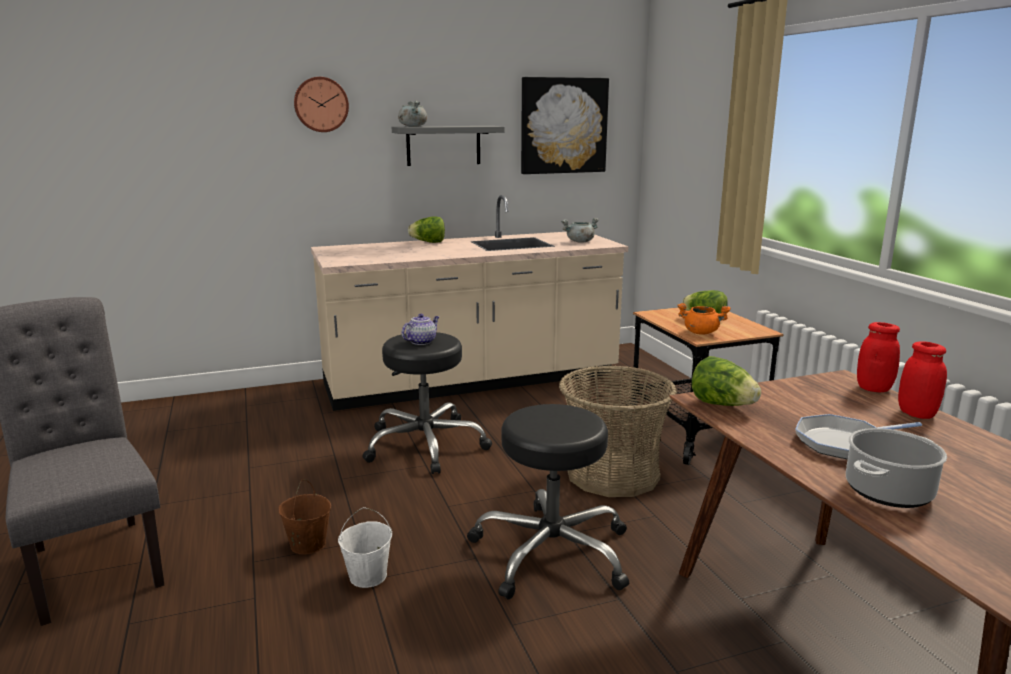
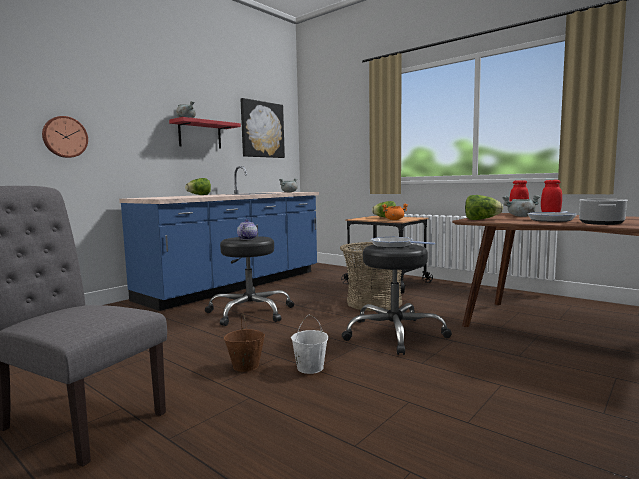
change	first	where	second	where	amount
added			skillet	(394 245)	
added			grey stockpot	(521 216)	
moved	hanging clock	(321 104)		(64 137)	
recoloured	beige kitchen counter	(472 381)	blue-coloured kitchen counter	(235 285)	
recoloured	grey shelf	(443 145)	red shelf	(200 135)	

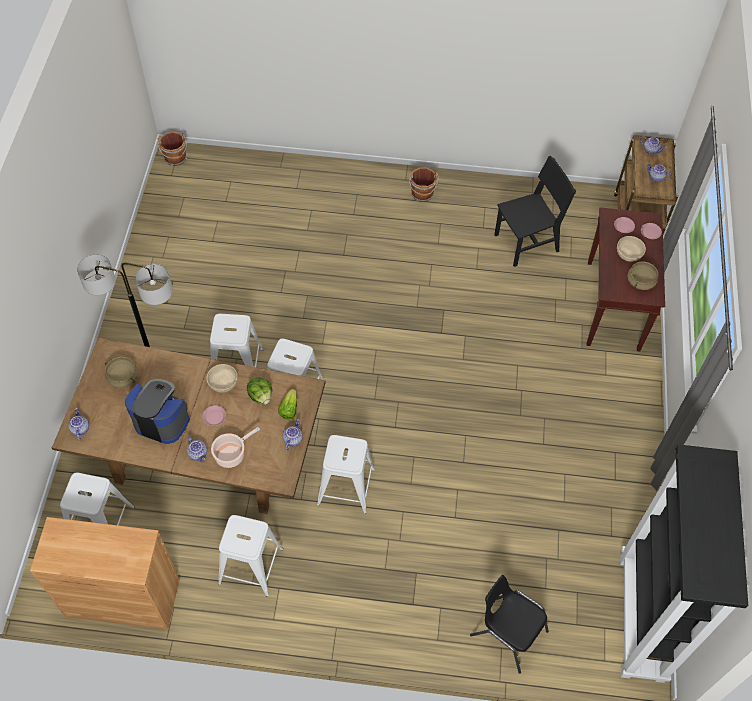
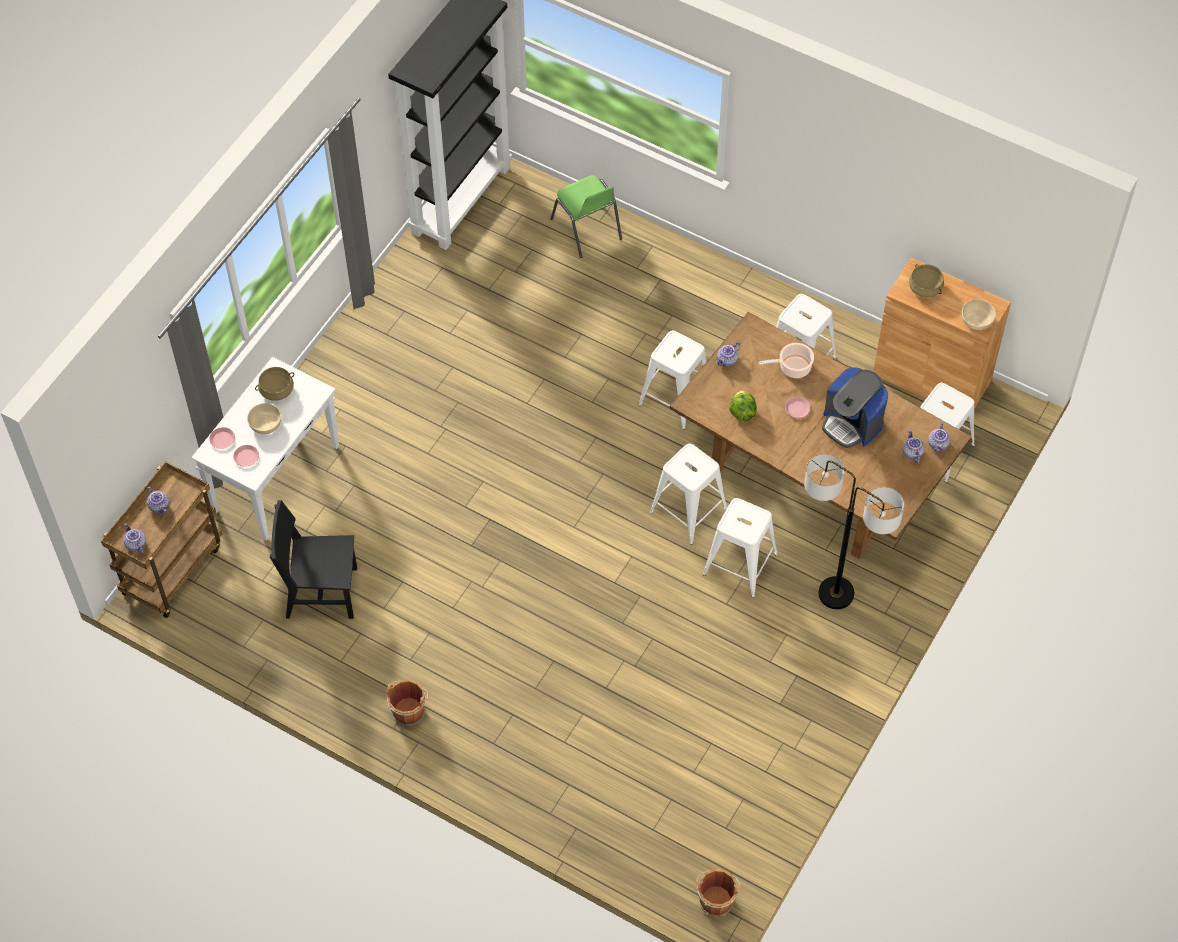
change	first	where	second	where	amount
removed	lettuce head	(289 409)			
moved	beige stockpot	(123 377)		(925 287)	
moved	teapot	(198 453)		(912 452)	
moved	beige bowl	(223 383)		(977 320)	
recoloured	blackish plain chair	(507 632)	green plain chair	(587 229)	
recoloured	brownish narrow table	(613 306)	whitish narrow table	(276 478)	

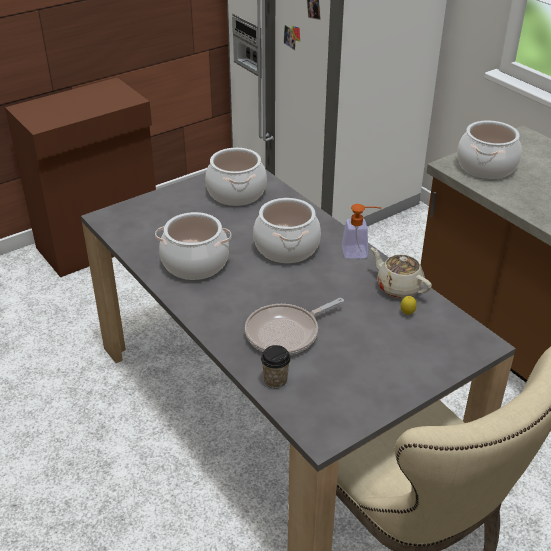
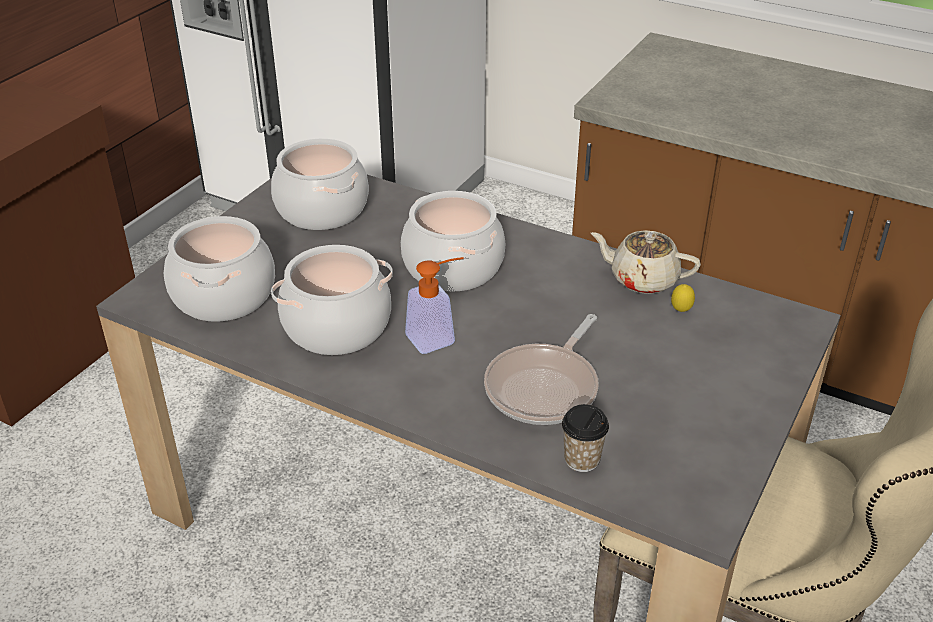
change	first	where	second	where	amount
moved	soap bottle	(359 252)		(438 337)	
moved	stockpot	(486 166)		(223 295)	

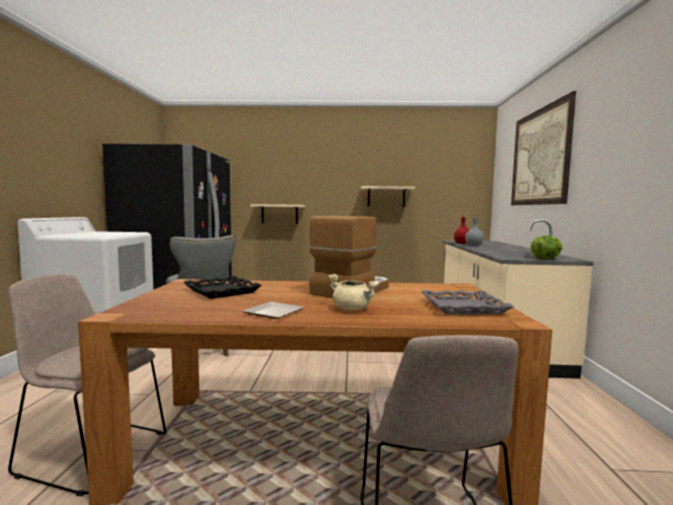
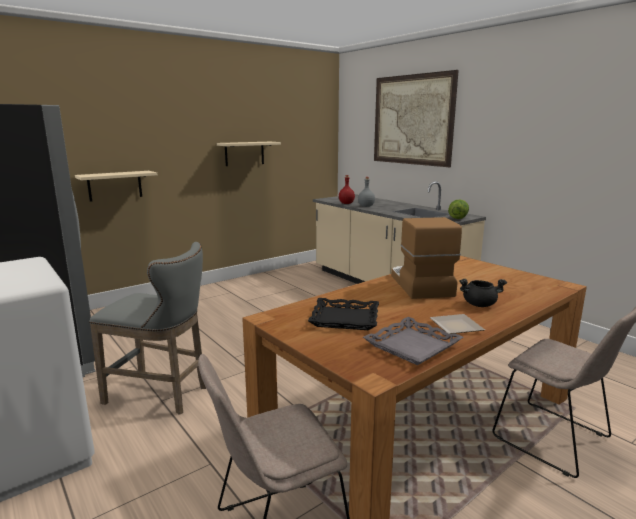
change	first	where	second	where	amount
moved	grey tray	(463 307)		(413 346)	
recoloured	beige stockpot	(352 309)	blackish stockpot	(479 304)	

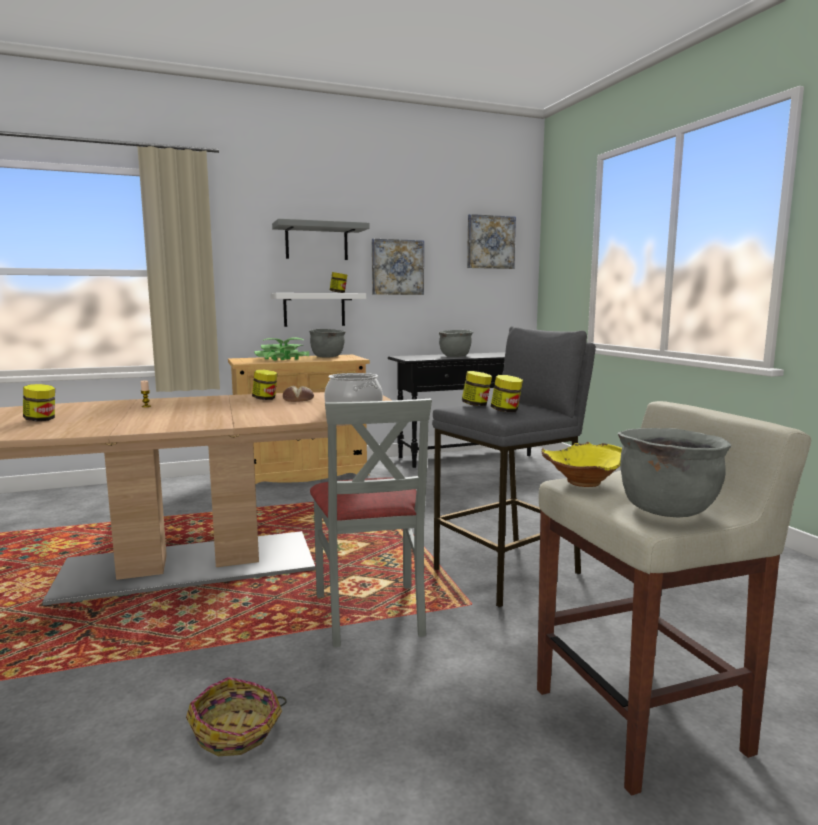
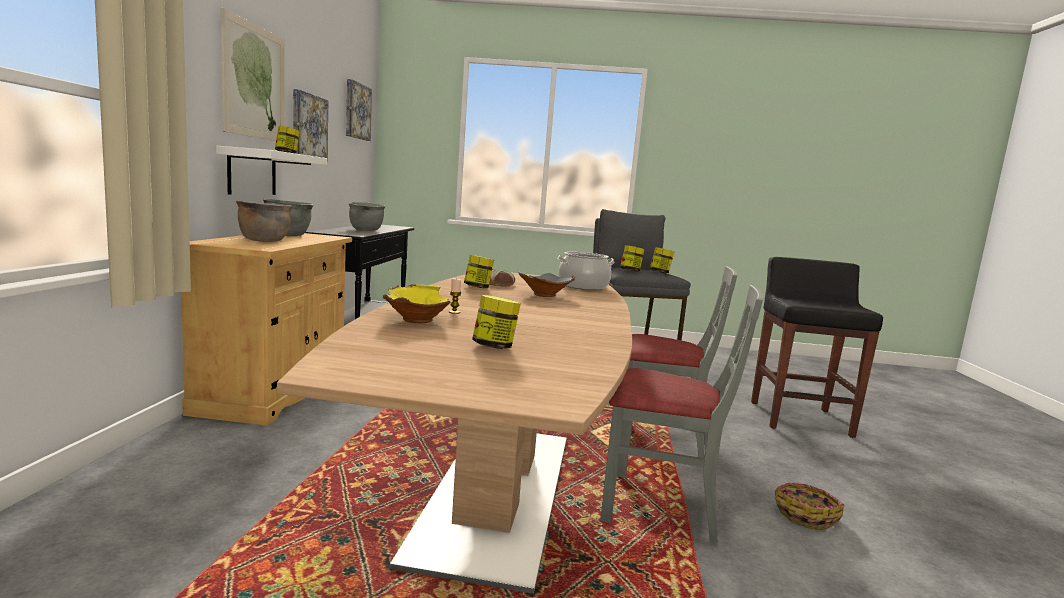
change	first	where	second	where	amount
removed	grey stockpot	(666 509)			
added			grey bowl	(545 295)	
added			grey plain chair	(661 507)	
moved	yellow-coloured bowl	(581 482)		(414 320)	
replaced	potted plant	(282 359)	brownish stockpot	(264 240)	
replaced	grey shelf	(316 242)	wall art	(254 82)	
recoloured	beige sitting stool	(642 720)	blackish sitting stool	(799 418)	

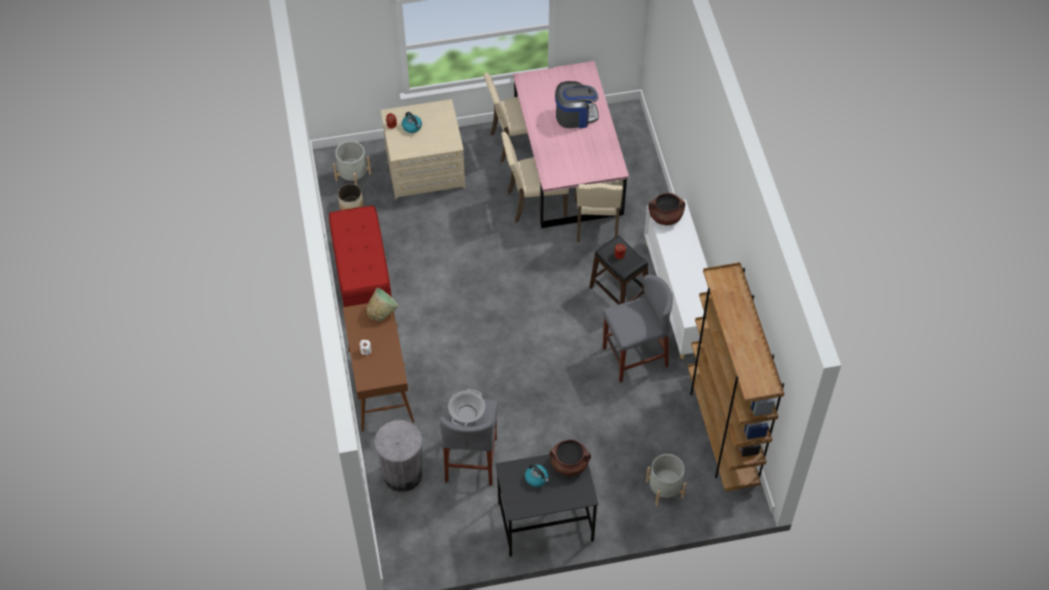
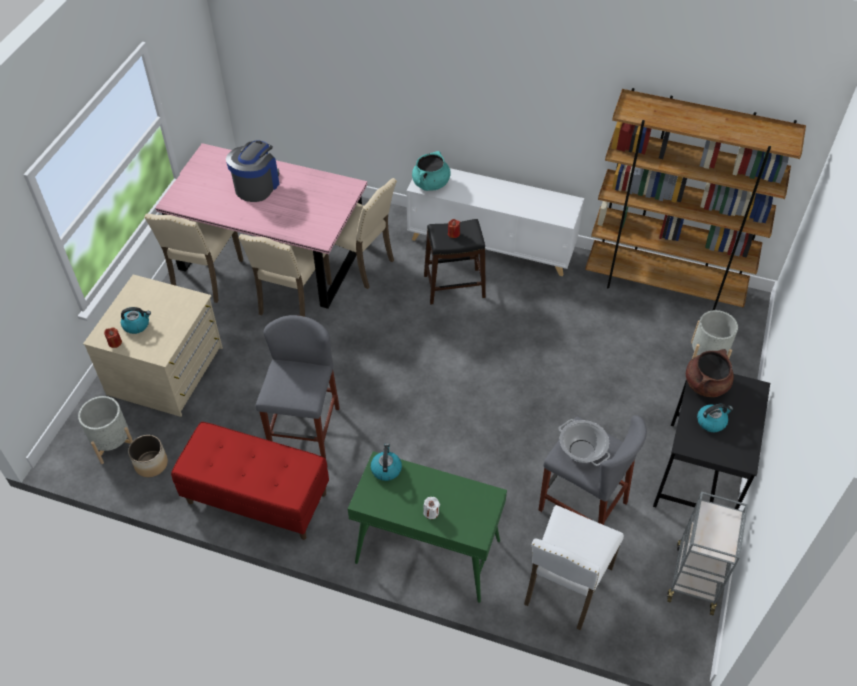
change	first	where	second	where	amount
added			grey trolley	(694 577)	
moved	grey sitting stool	(635 357)		(305 430)	
replaced	green bowl	(382 312)	tea kettle	(386 469)	
replaced	grey waste bin	(402 474)	whitish plain chair	(565 586)	
recoloured	brownish narrow table	(380 385)	green narrow table	(427 552)	
recoloured	brownish stockpot	(665 217)	turquoise stockpot	(431 184)	

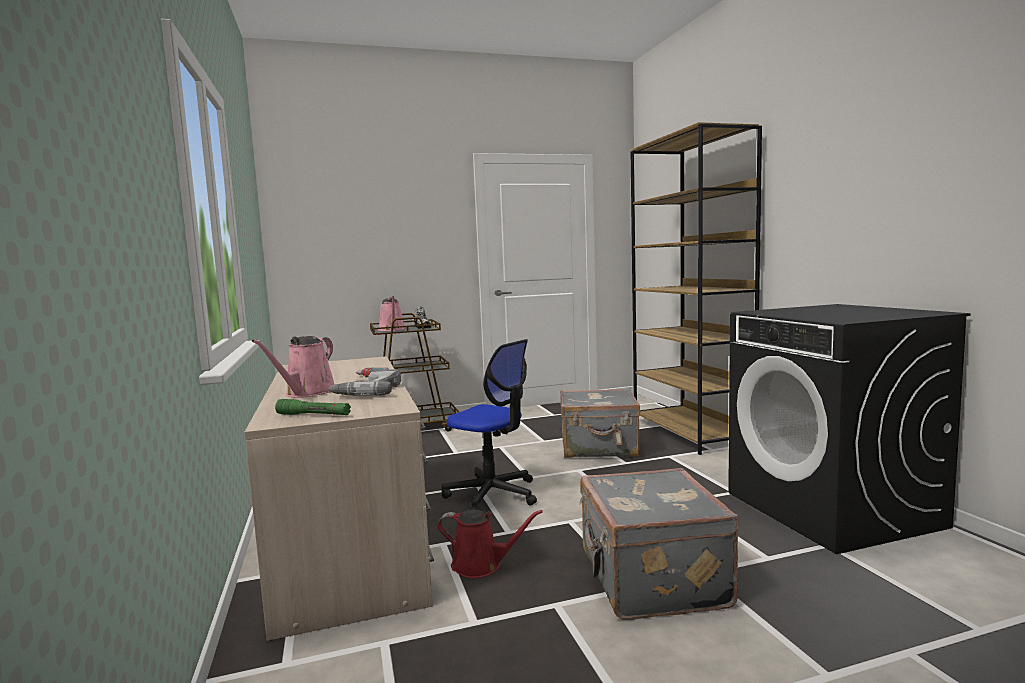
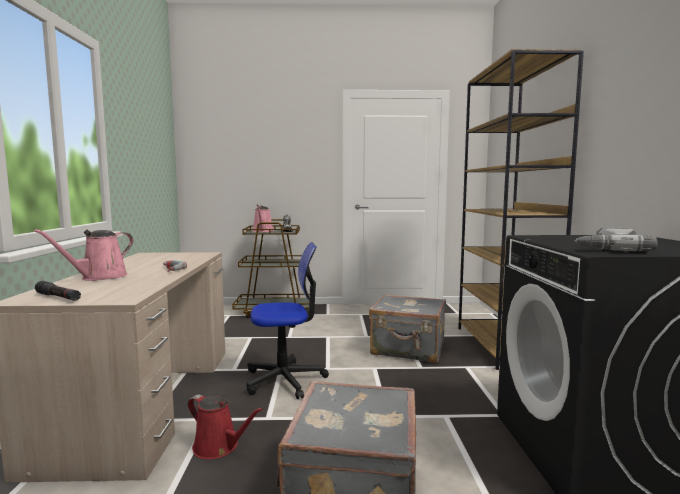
change	first	where	second	where	amount
moved	drill	(367 391)		(607 248)	
recoloured	green hand torch	(314 415)	blackish hand torch	(58 297)	
turned	office chair	(492 495)		(285 380)	60 degrees counterclockwise

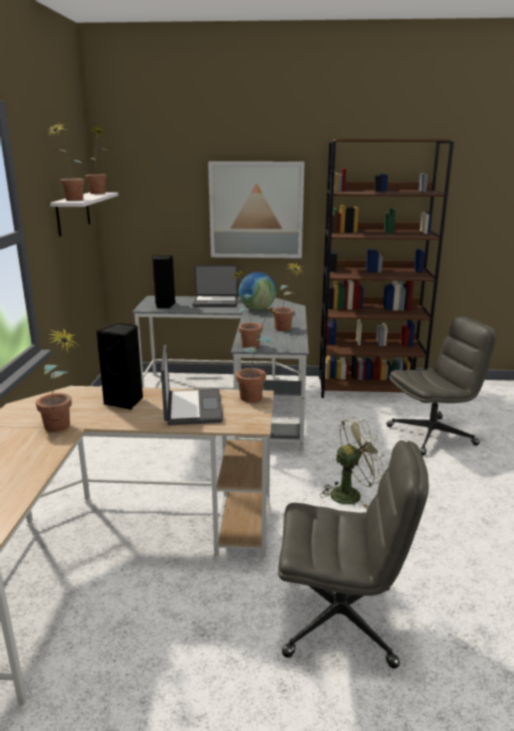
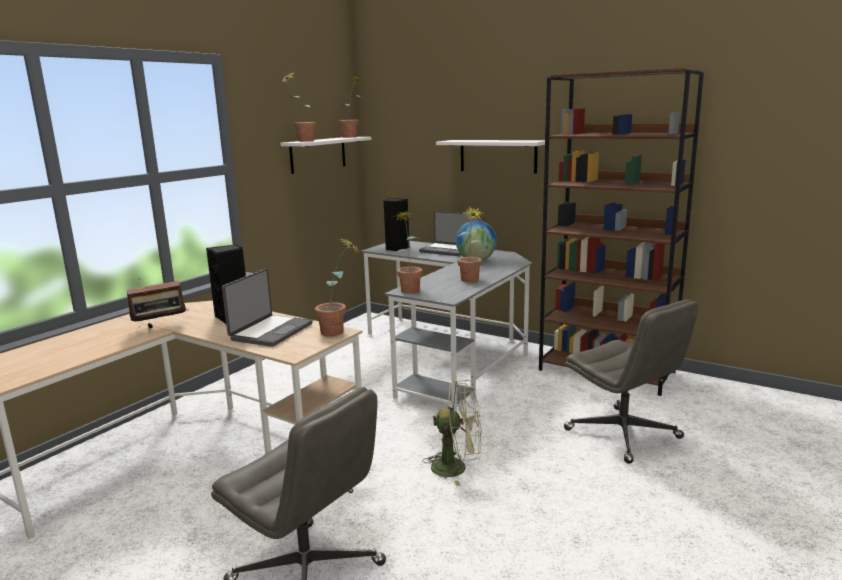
change	first	where	second	where	amount
replaced	potted plant	(62 428)	radio	(161 328)	
replaced	wall art	(256 210)	whitish shelf	(498 156)	
turned	grey office chair	(432 435)		(624 434)	45 degrees clockwise

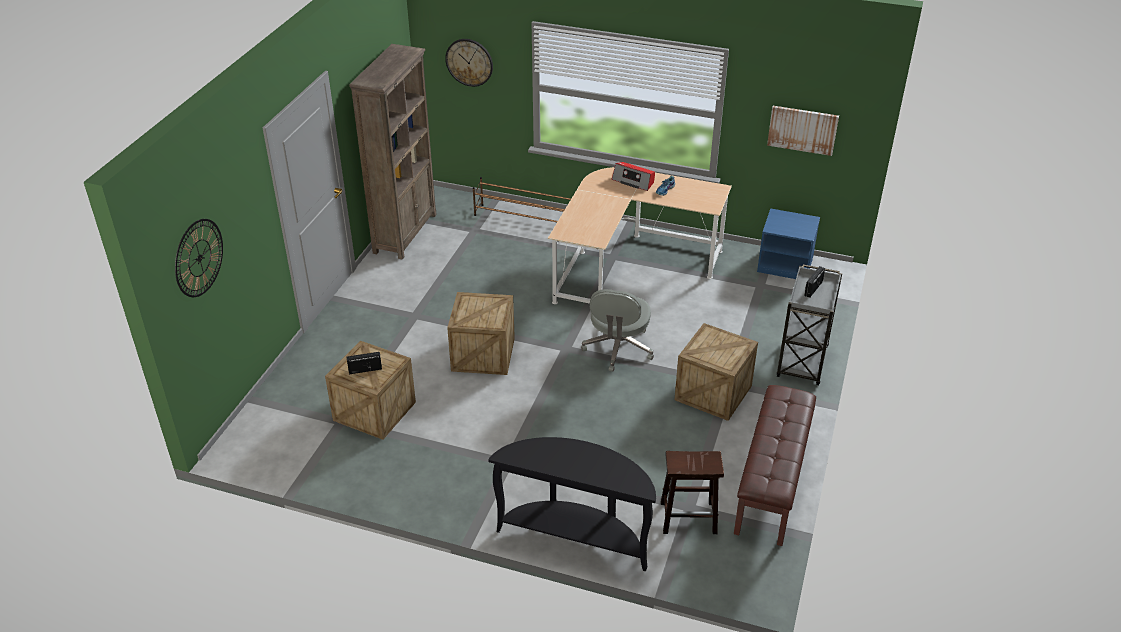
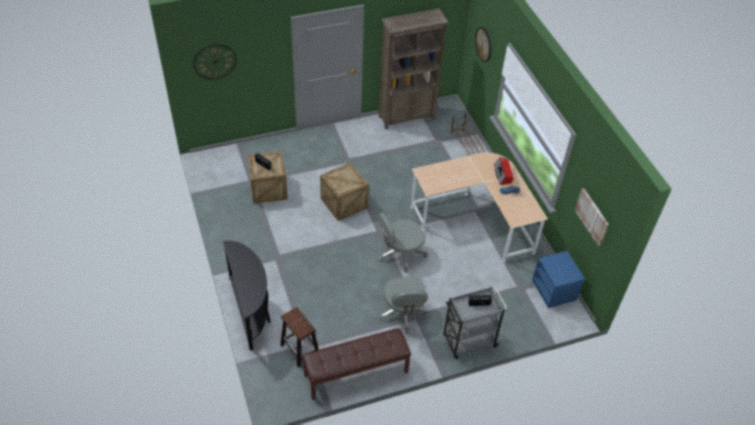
change	first	where	second	where	amount
replaced	shipping crate	(713 393)	grey office chair	(403 313)	

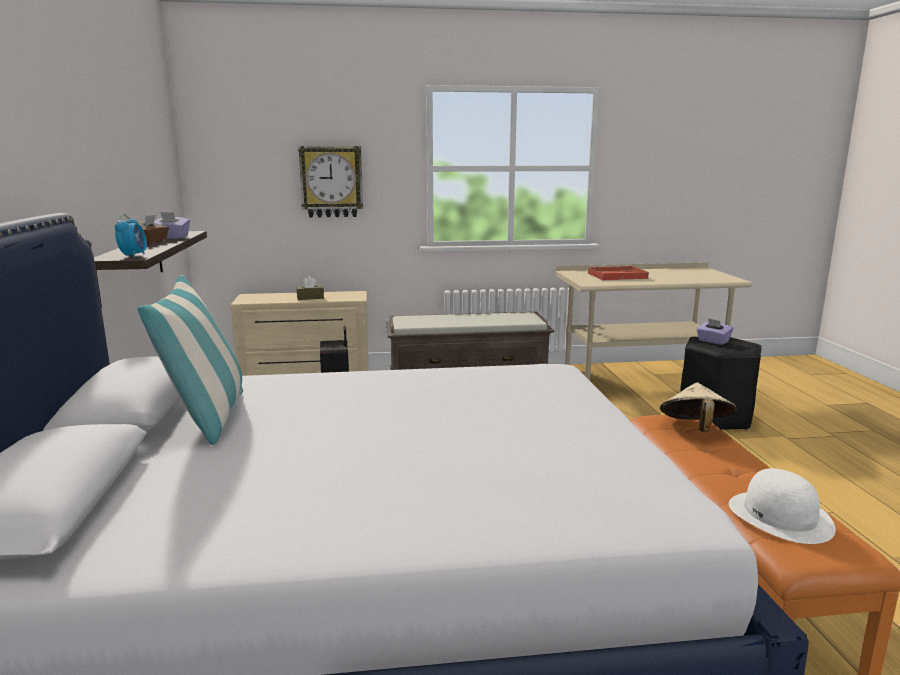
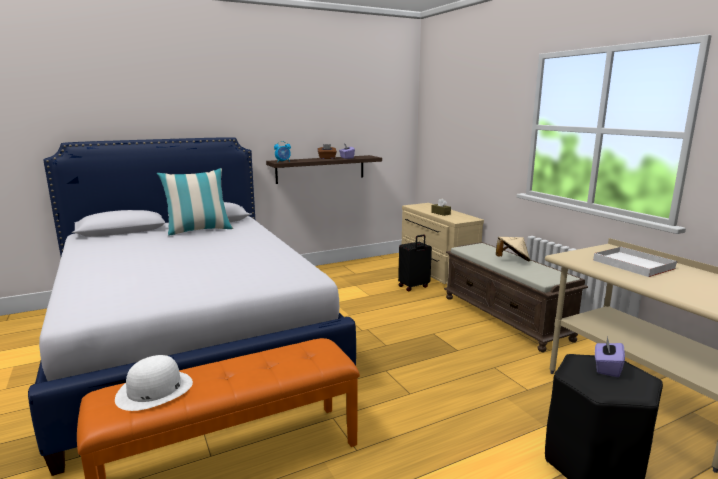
change	first	where	second	where	amount
removed	hanging clock	(331 182)			
moved	beige clothing hat	(695 429)		(512 260)	
recoloured	red tray	(616 276)	whitish tray	(631 264)	

